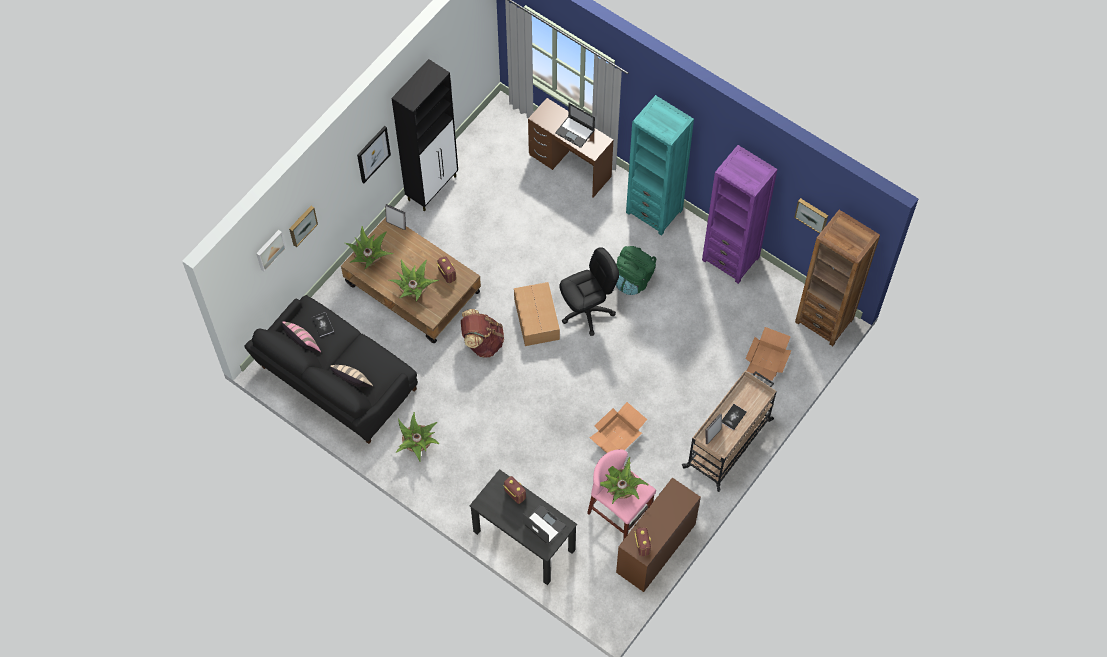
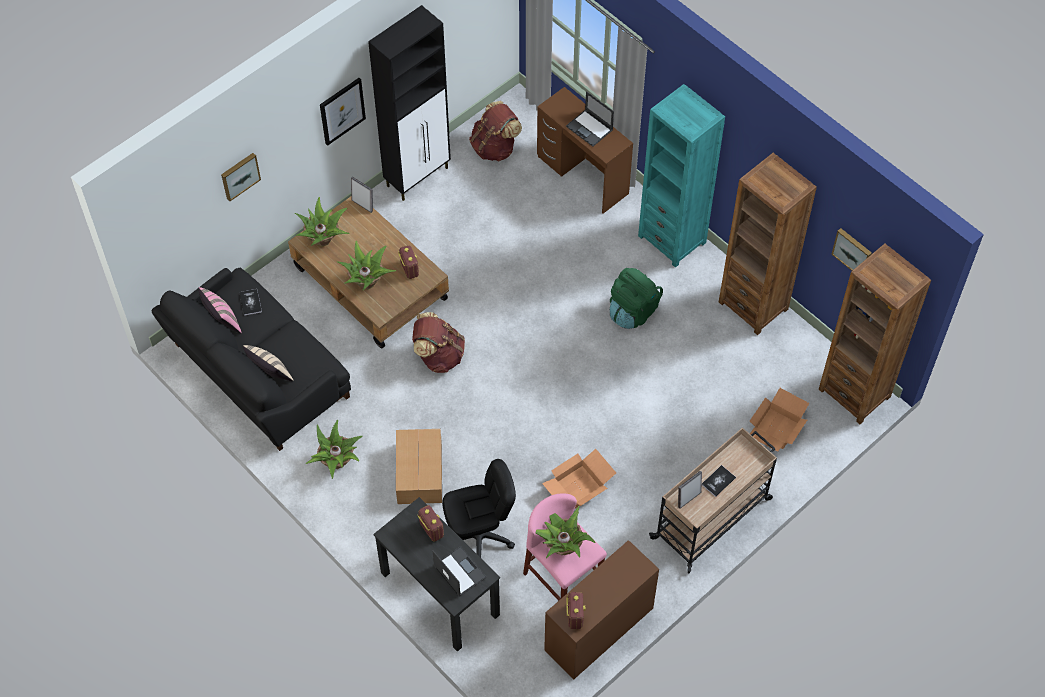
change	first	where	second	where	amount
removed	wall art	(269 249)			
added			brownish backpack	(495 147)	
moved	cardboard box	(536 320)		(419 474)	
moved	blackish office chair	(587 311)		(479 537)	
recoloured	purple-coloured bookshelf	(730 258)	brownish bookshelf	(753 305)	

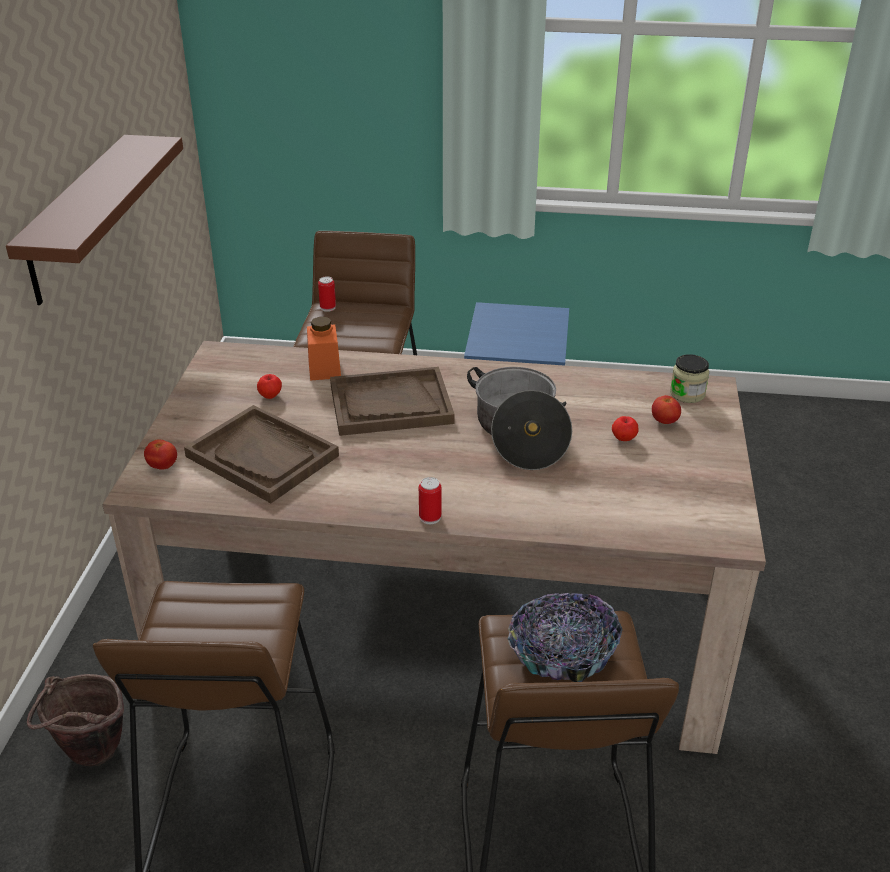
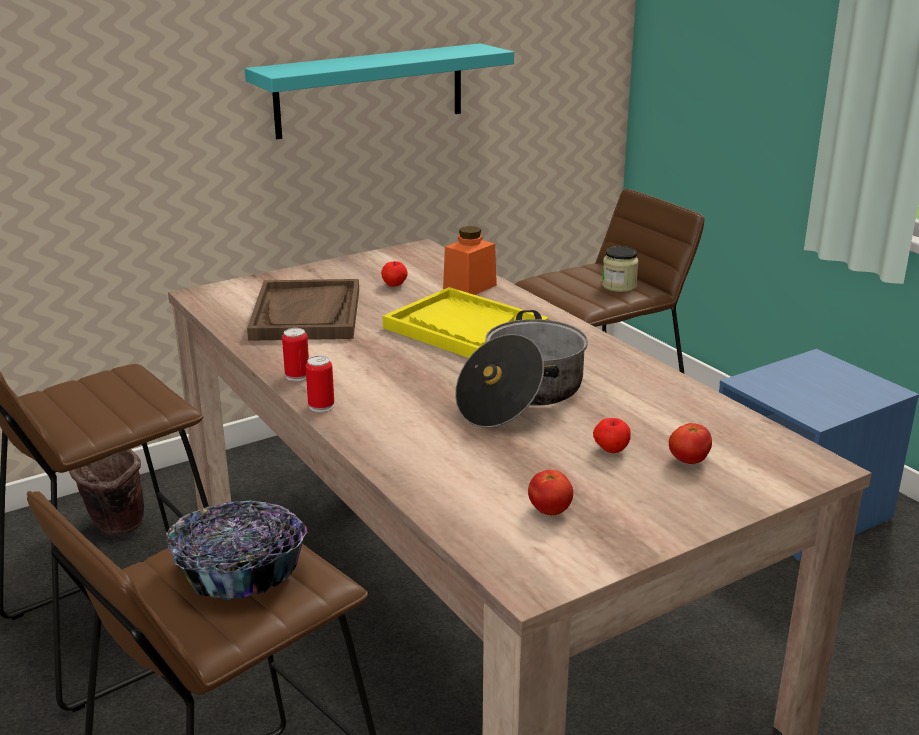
change	first	where	second	where	amount
moved	tomato	(163 466)		(549 510)	
moved	sealed can	(328 307)		(297 376)	
moved	storage jar	(687 394)		(619 286)	
recoloured	brownish shelf	(78 219)	turquoise shelf	(370 90)	
recoloured	brownish tray	(390 404)	yellow-coloured tray	(464 328)	

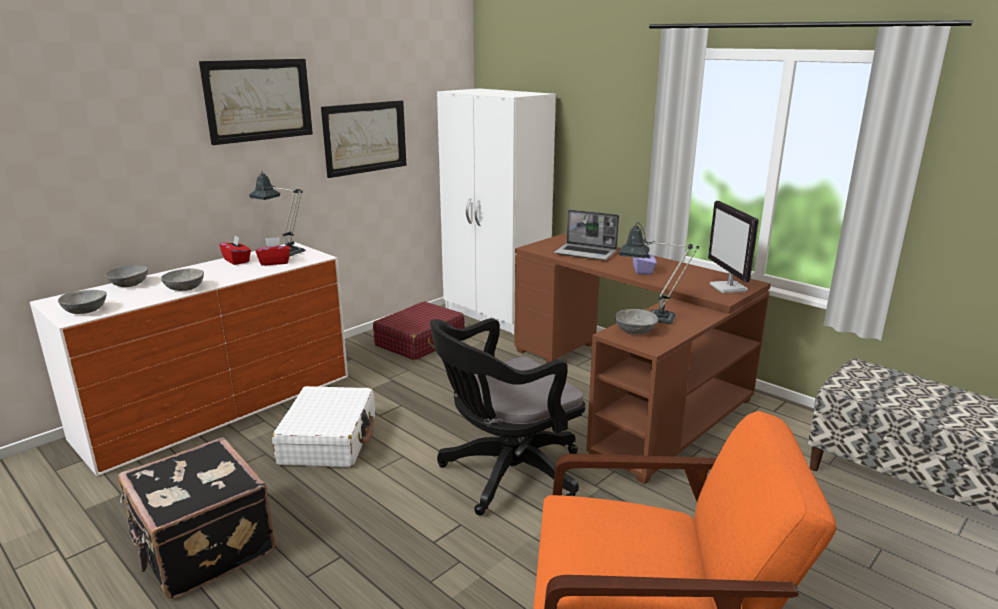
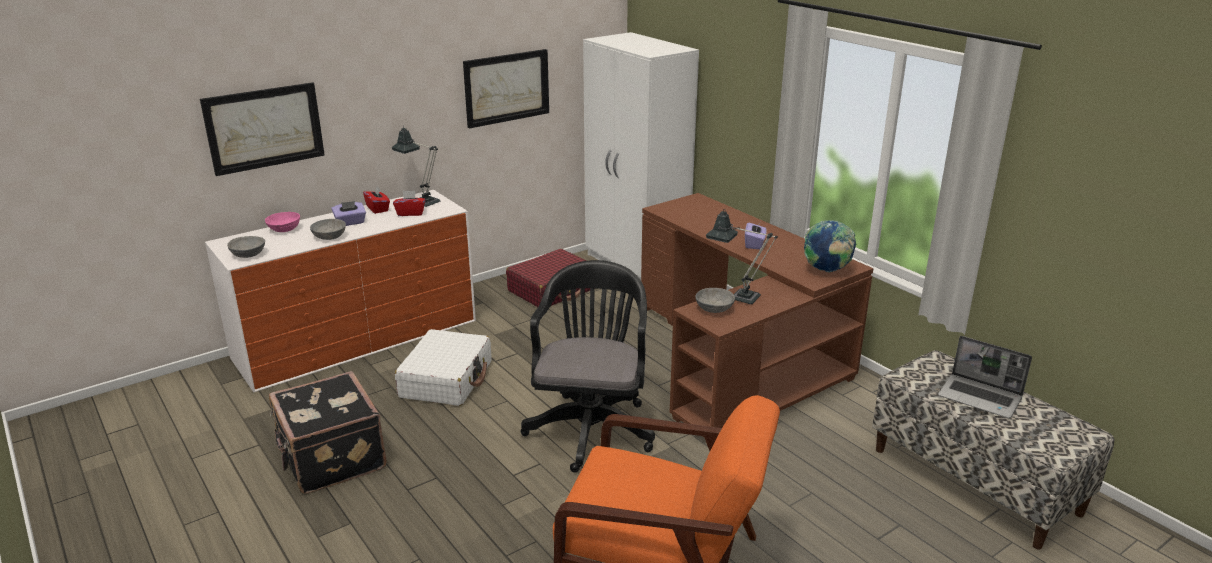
change	first	where	second	where	amount
added			purple-coloured tissue box	(350 222)	
moved	wall art	(258 100)		(264 128)	
moved	notebook computer	(586 253)		(981 397)	
replaced	computer display	(728 288)	desk globe	(827 270)	
recoloured	grey bowl	(130 284)	pinkish bowl	(285 229)	
turned	blackish office chair	(505 475)		(591 426)	120 degrees clockwise

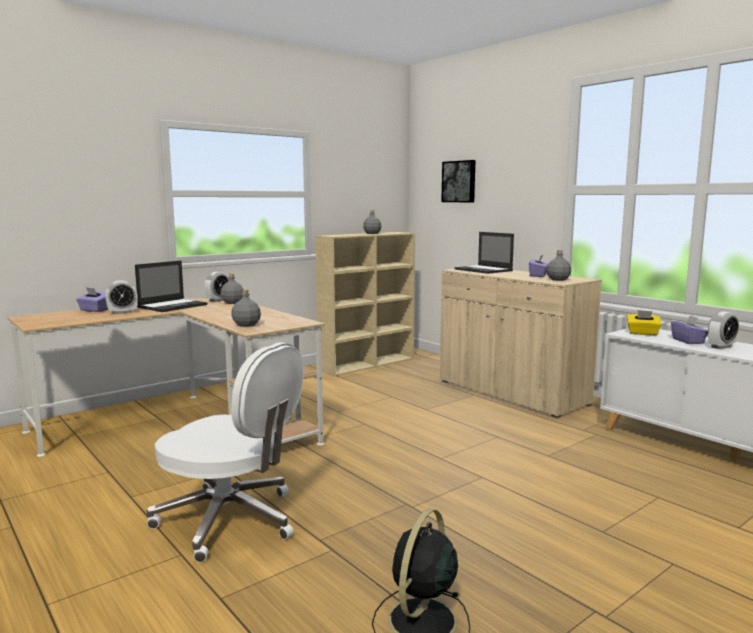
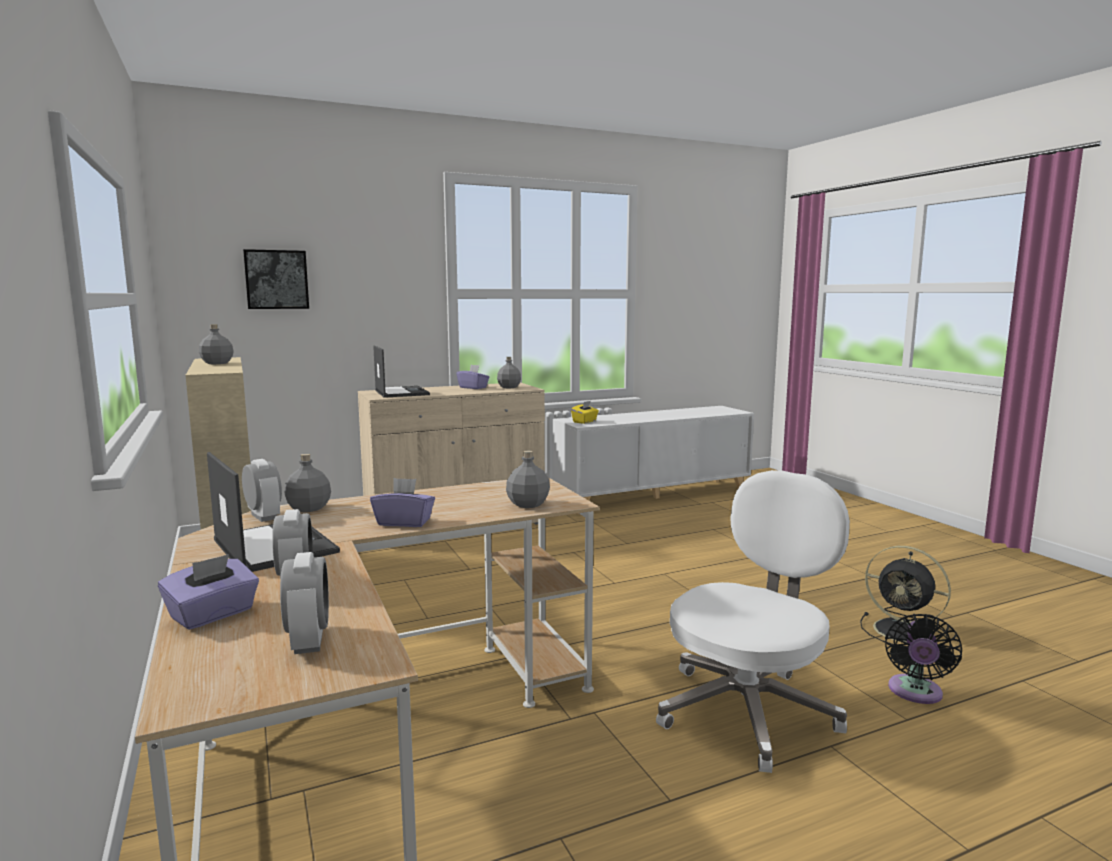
change	first	where	second	where	amount
added			blackish electric fan	(915 693)	
moved	purple-coloured tissue box	(688 341)		(404 522)	
moved	alarm clock	(721 347)		(308 641)	
turned	notebook computer	(484 270)		(401 392)	90 degrees counterclockwise

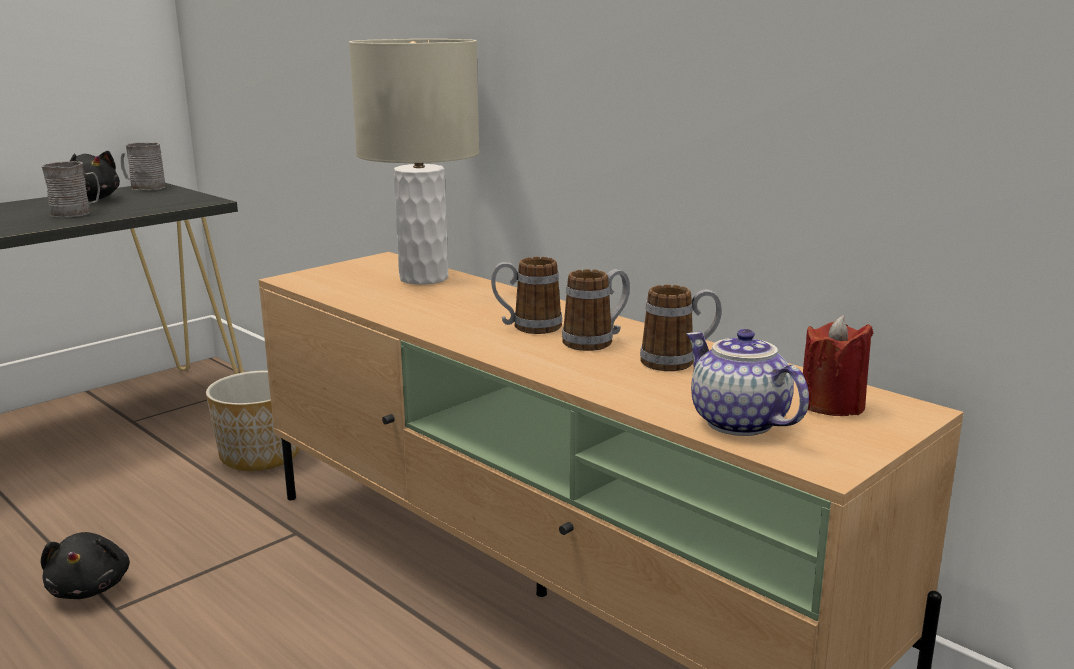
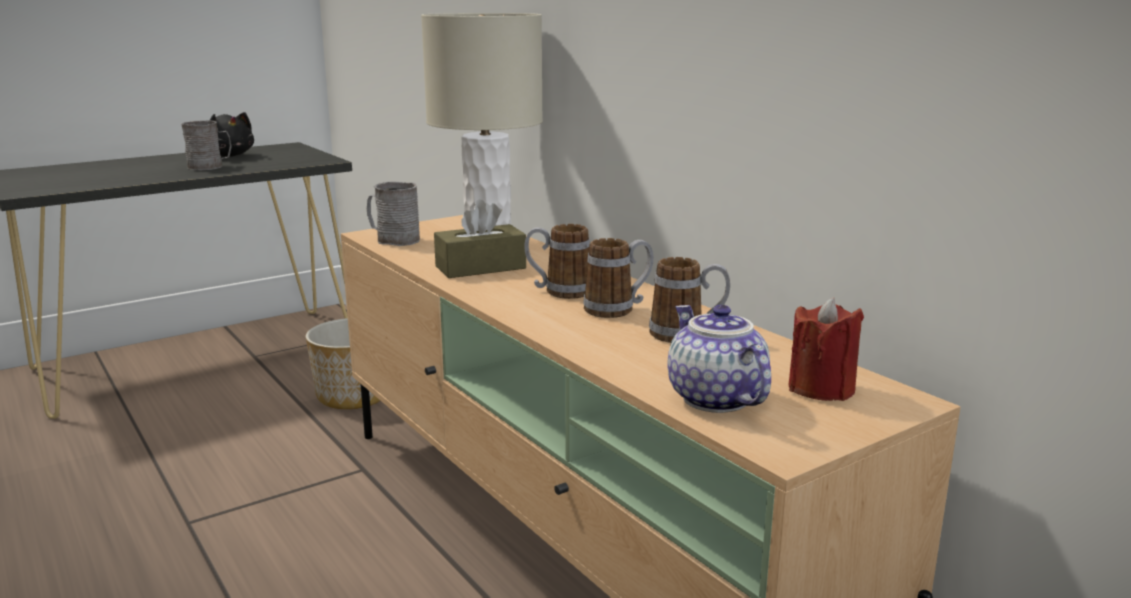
change	first	where	second	where	amount
removed	blackish soft toy	(91 588)			
added			brownish tissue box	(480 267)	
moved	grey coffee mug	(144 187)		(393 240)	

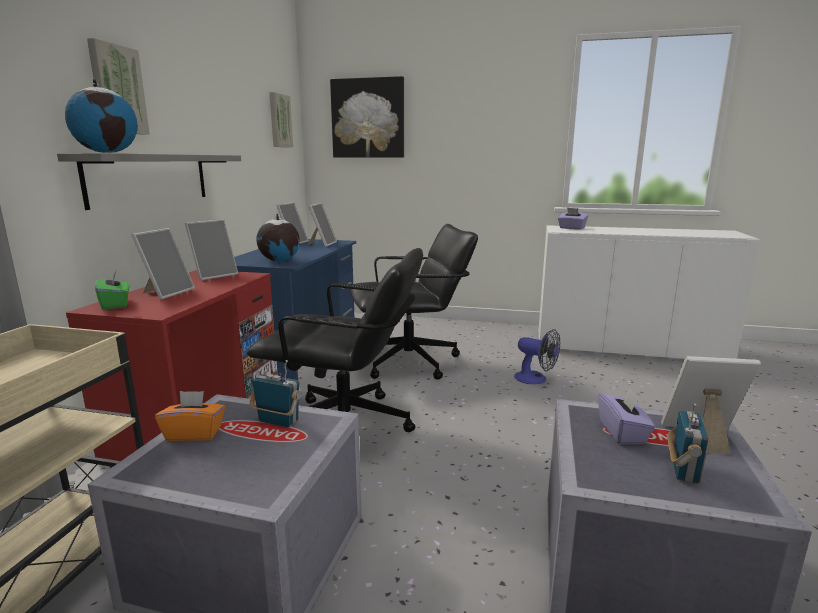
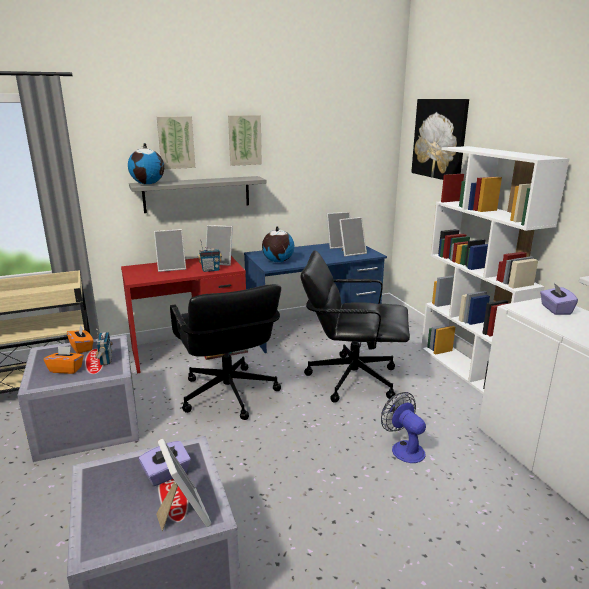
change	first	where	second	where	amount
removed	green tissue box	(116 304)			
added			orangey tissue box	(66 369)	
added			whitish bookshelf	(468 370)	
moved	wall art	(279 121)		(244 140)	
moved	radio	(683 470)		(210 270)	
turned	blackish office chair	(410 362)		(351 378)	150 degrees clockwise
turned	electric fan	(536 379)		(404 448)	150 degrees clockwise

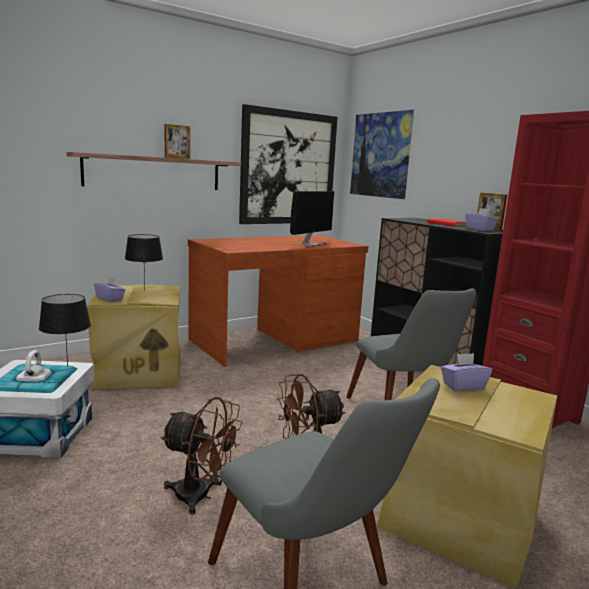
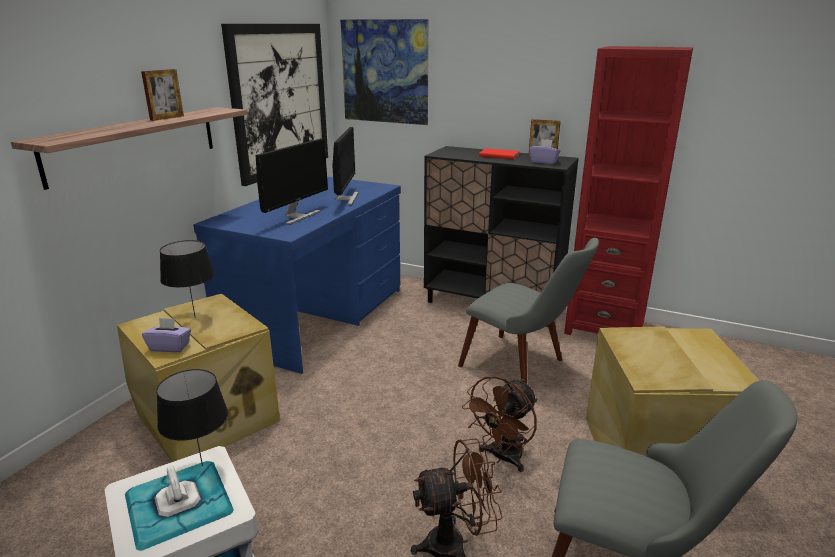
change	first	where	second	where	amount
removed	purple-coloured tissue box	(463 386)			
added			computer display	(297 216)	
recoloured	brownish desk table	(276 340)	blue-coloured desk table	(317 317)	

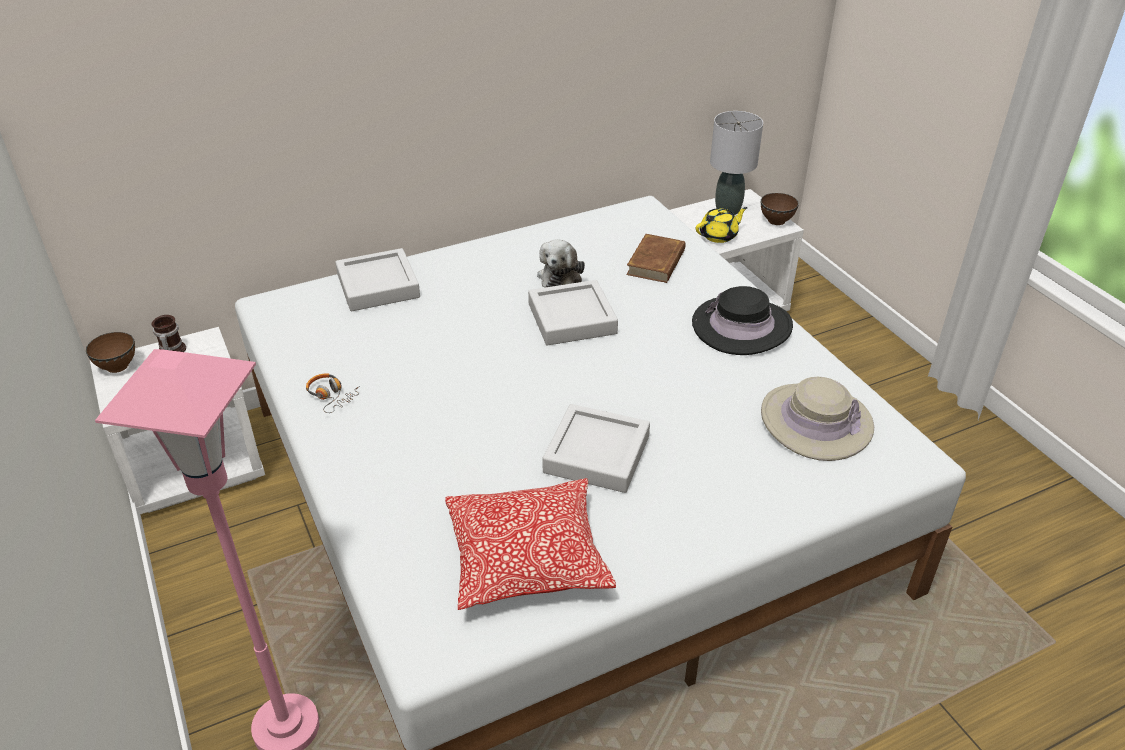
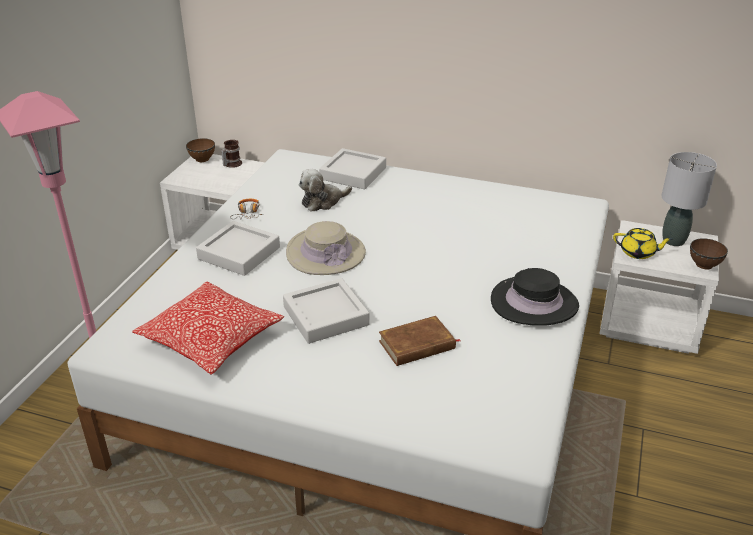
change	first	where	second	where	amount
moved	grey tray	(572 319)		(239 253)	
moved	soft toy	(561 276)		(323 201)	
moved	brownish bound book	(656 262)		(417 345)	
moved	beige clothing hat	(815 422)		(326 253)	

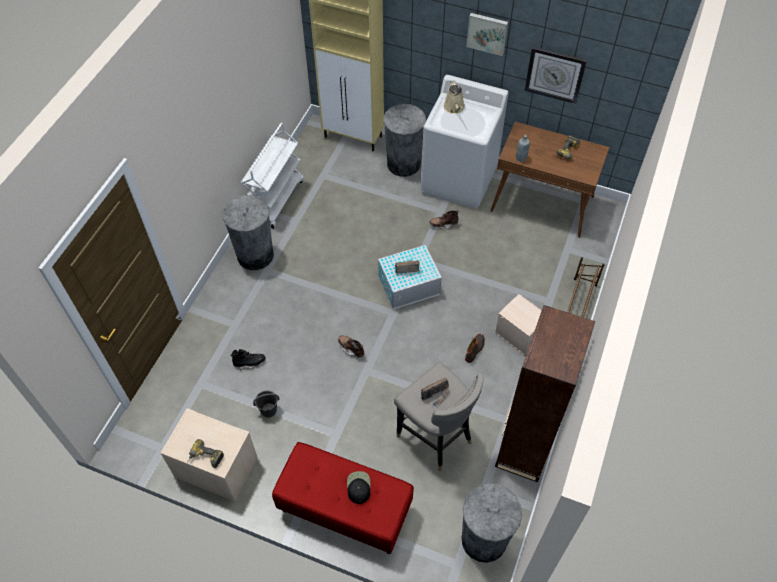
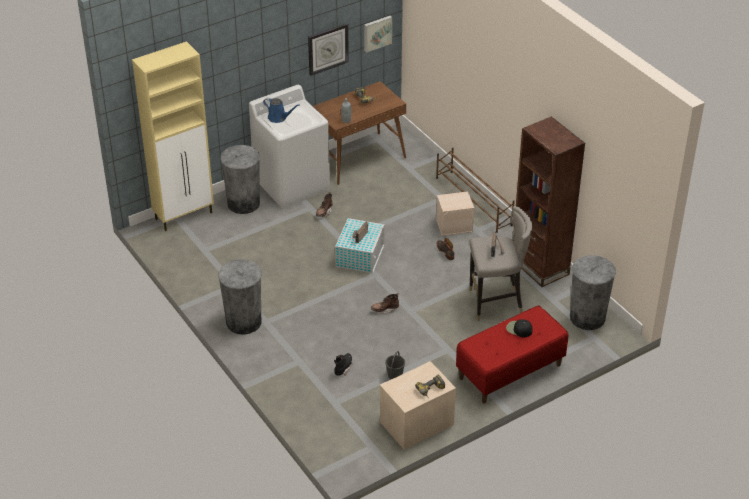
change	first	where	second	where	amount
removed	whitish trolley	(276 199)			
moved	wall art	(487 33)		(377 33)	
recoloured	beige watering pot	(454 108)	blue-coloured watering pot	(279 118)	

